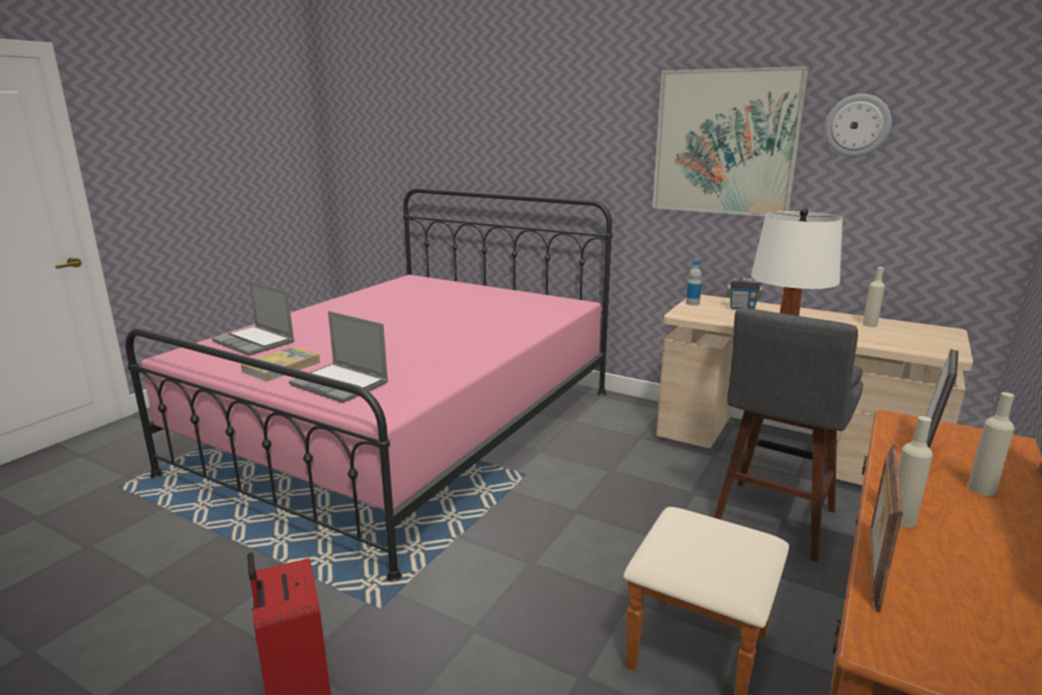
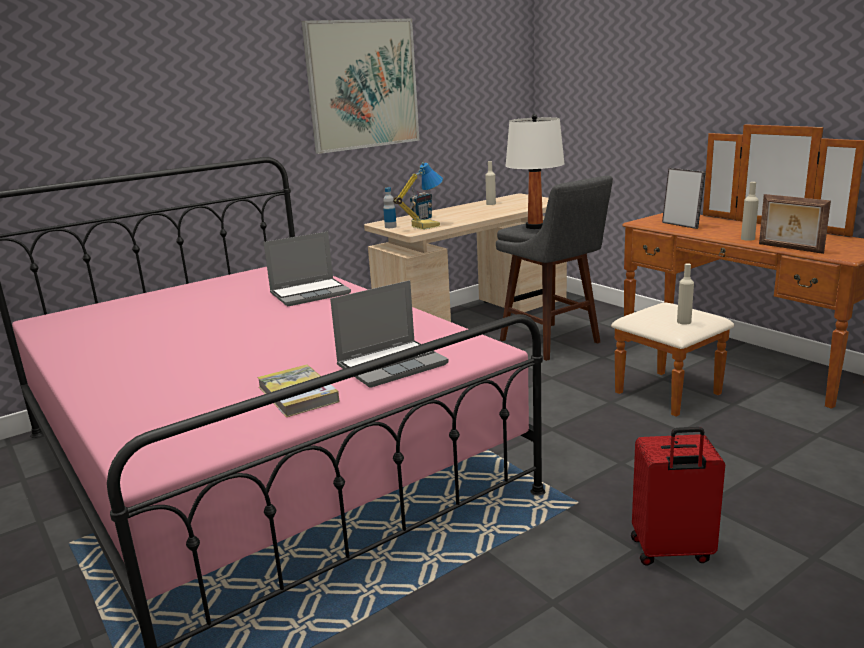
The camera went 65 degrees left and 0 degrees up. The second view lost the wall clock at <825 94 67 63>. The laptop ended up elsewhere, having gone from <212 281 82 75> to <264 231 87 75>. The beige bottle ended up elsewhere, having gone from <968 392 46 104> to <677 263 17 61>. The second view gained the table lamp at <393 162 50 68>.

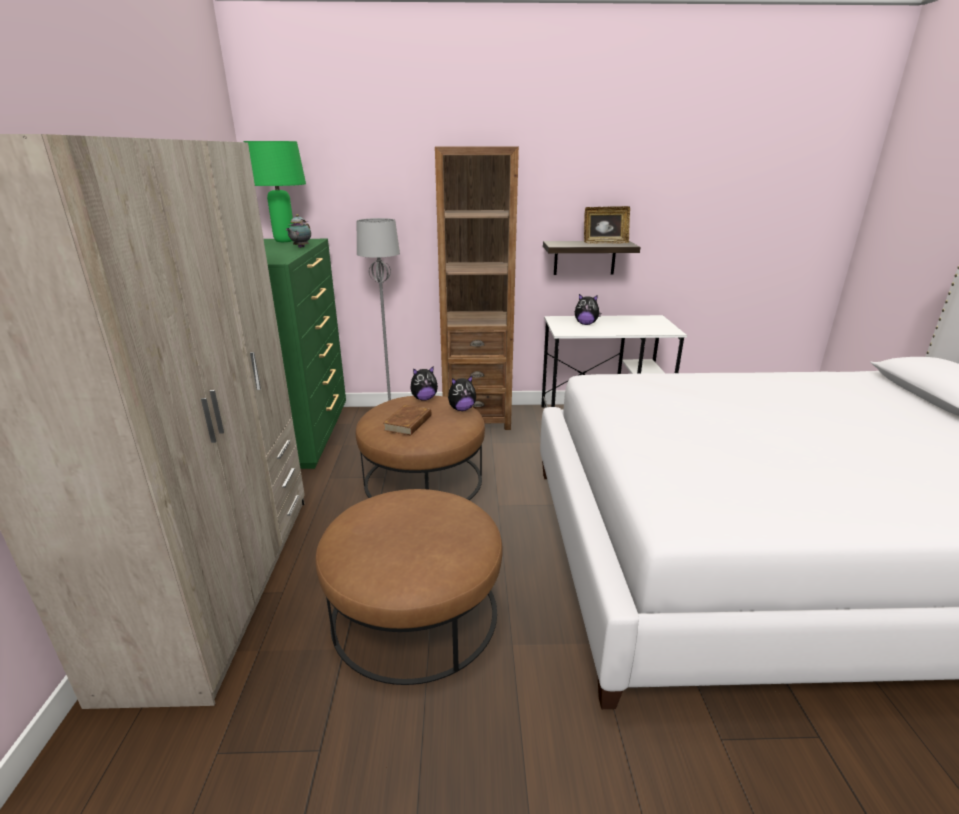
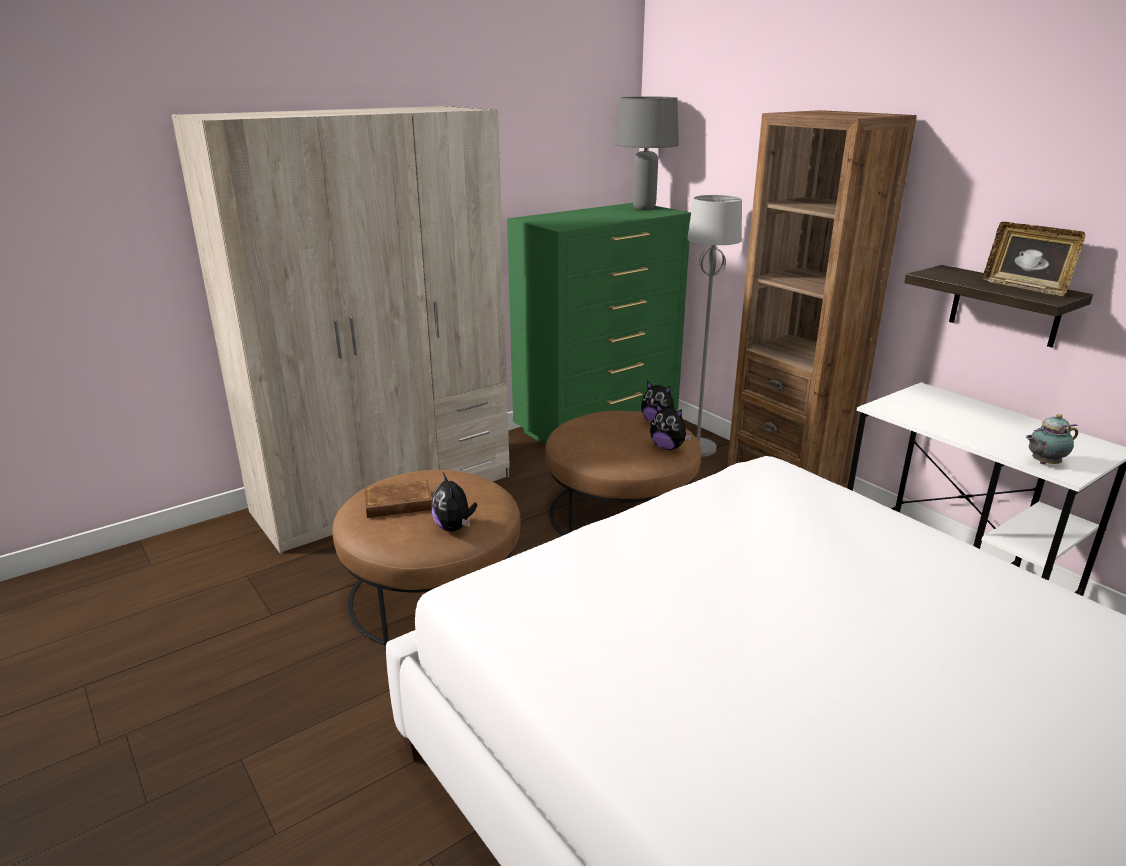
The camera went 55 degrees right and 0 degrees up. What was the green table lamp at <243 141 63 101> turned into the grey table lamp at <615 96 64 114>. The teapot ended up elsewhere, having gone from <286 214 25 34> to <1026 414 52 50>. The plush toy ended up elsewhere, having gone from <575 294 26 31> to <431 473 46 59>. The brown book ended up elsewhere, having gone from <383 405 48 31> to <365 480 67 38>.

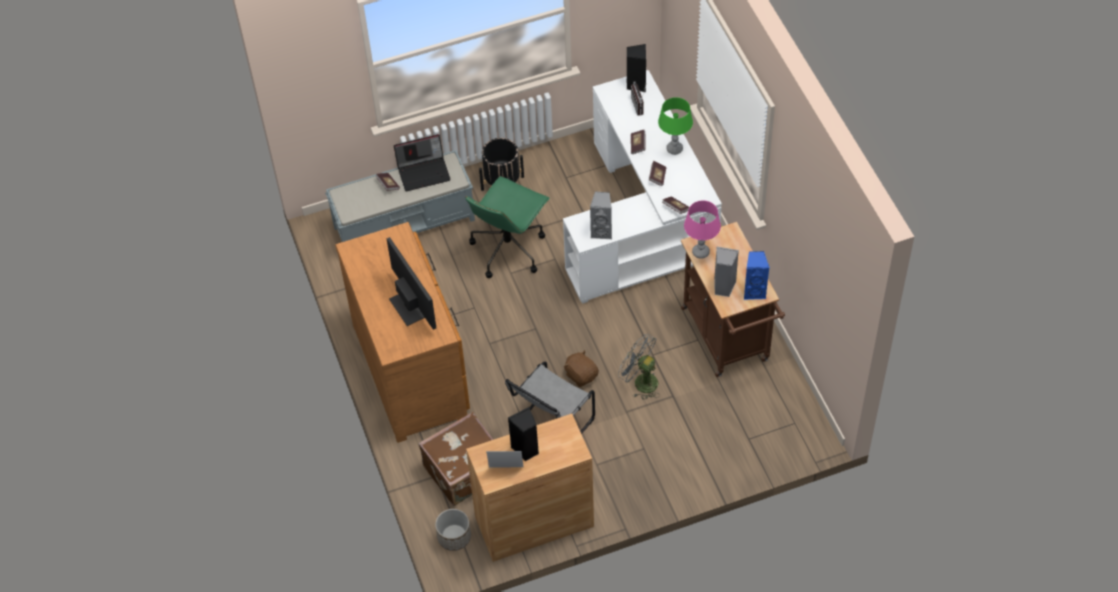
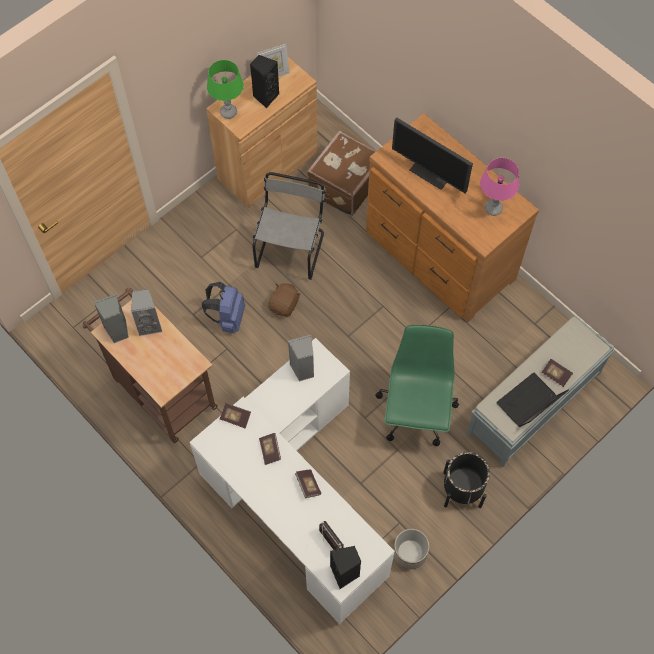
The camera went 155 degrees right and 10 degrees up. The green table lamp ended up elsewhere, having gone from <658 97 35 58> to <207 60 37 59>. The pink table lamp ended up elsewhere, having gone from <684 200 37 59> to <480 158 39 58>. What was the blue speaker at <744 251 26 49> turned into the grey speaker at <93 294 36 49>. Where the grey fan stood at <618 334 42 66>, the blue backpack came to stand at <202 282 43 51>. The brown plush toy at <564 350 35 37> ended up facing another way, 90 degrees counterclockwise from before. The planter ended up elsewhere, having gone from <435 509 36 42> to <393 529 36 40>.

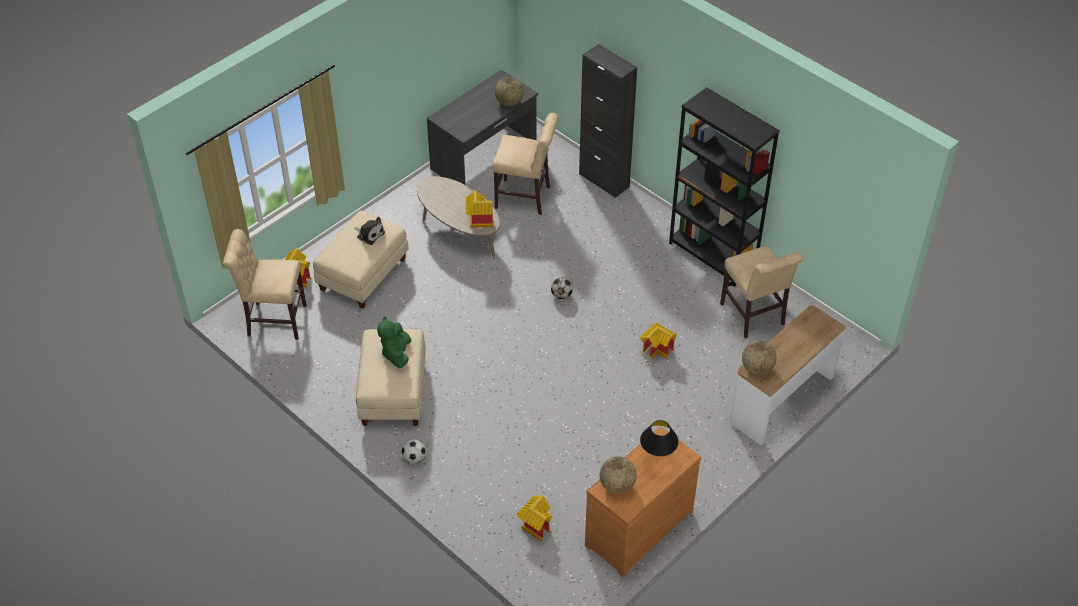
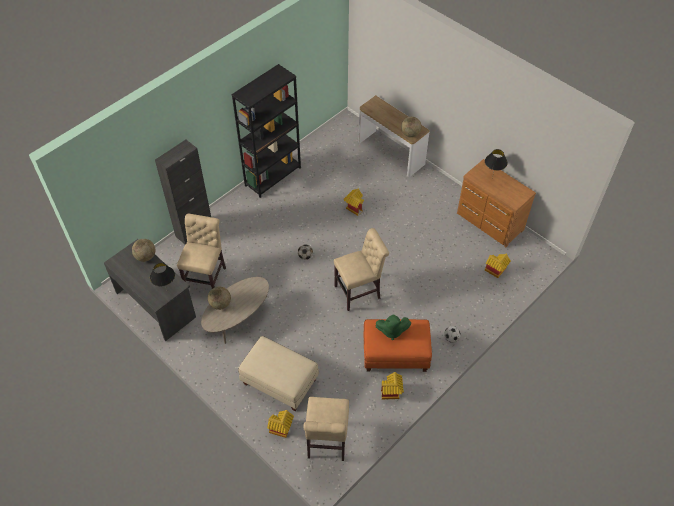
The camera went 90 degrees left and 5 degrees up. The toy house ended up elsewhere, having gone from <466 190 27 38> to <381 372 23 27>. The second view lost the plush toy at <354 217 31 28>. The beige chair ended up elsewhere, having gone from <720 245 83 94> to <334 228 55 83>. What was the beige ottoman at <356 329 70 97> turned into the orange ottoman at <364 319 68 53>. The globe ended up elsewhere, having gone from <600 456 37 38> to <208 286 23 24>. The second view gained the black table lamp at <150 263 25 26>.

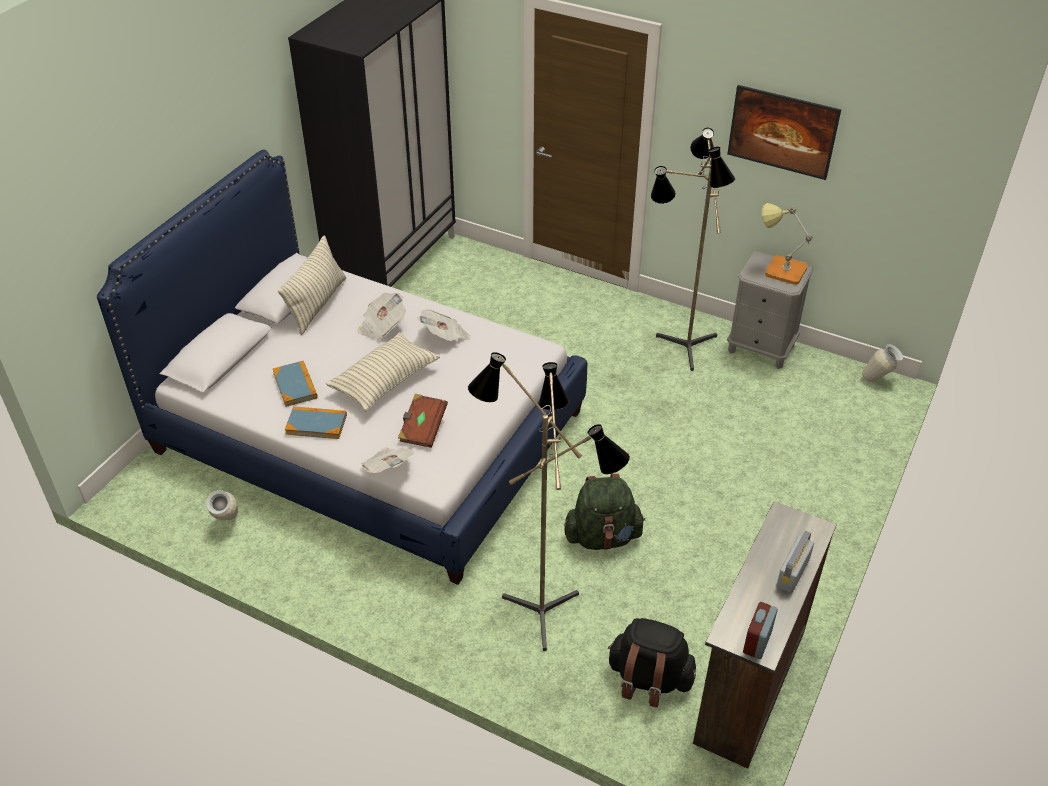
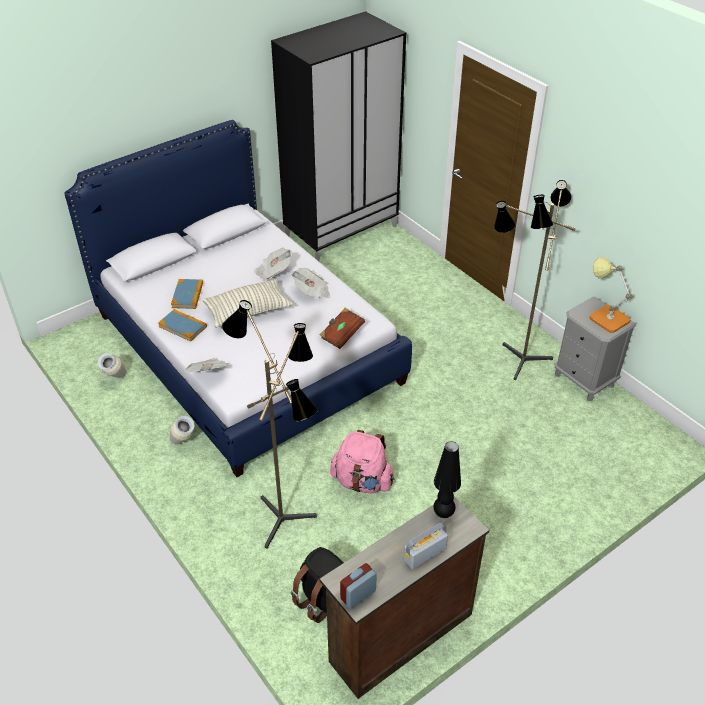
The camera went 25 degrees right and 0 degrees up. The second view lost the picture at <727 85 114 95>. The second view lost the pillow at <278 235 68 100>. The vase ended up elsewhere, having gone from <862 344 41 38> to <170 416 25 29>. The brown book ended up elsewhere, having gone from <398 394 50 54> to <320 308 45 41>. What was the green backpack at <564 474 82 76> turned into the pink backpack at <330 430 65 63>. The second view gained the black table lamp at <433 441 28 77>.

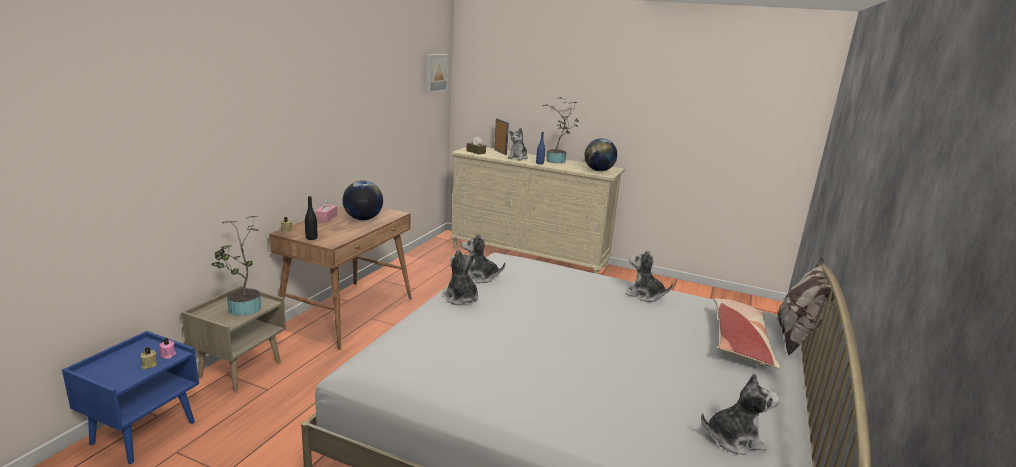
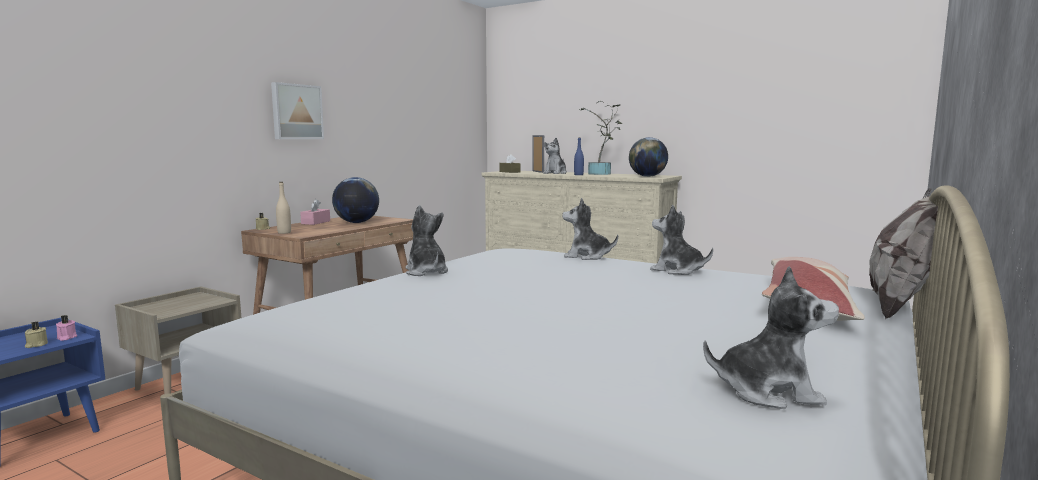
The camera went 10 degrees right and 10 degrees down. The picture ended up elsewhere, having gone from <426 54 22 39> to <271 82 53 57>. What was the black bottle at <305 196 12 44> turned into the beige bottle at <276 182 15 52>. The second view lost the potted plant at <211 216 50 100>. The plush toy ended up elsewhere, having gone from <461 233 44 50> to <562 198 56 62>.

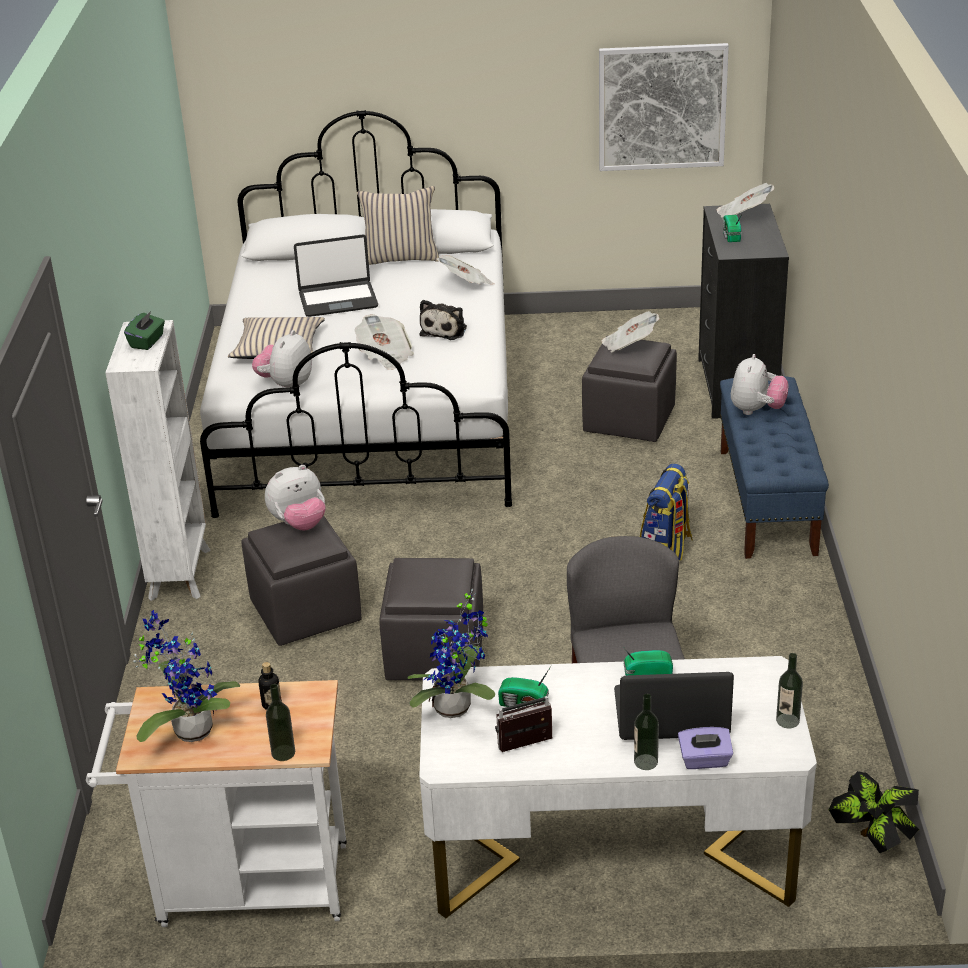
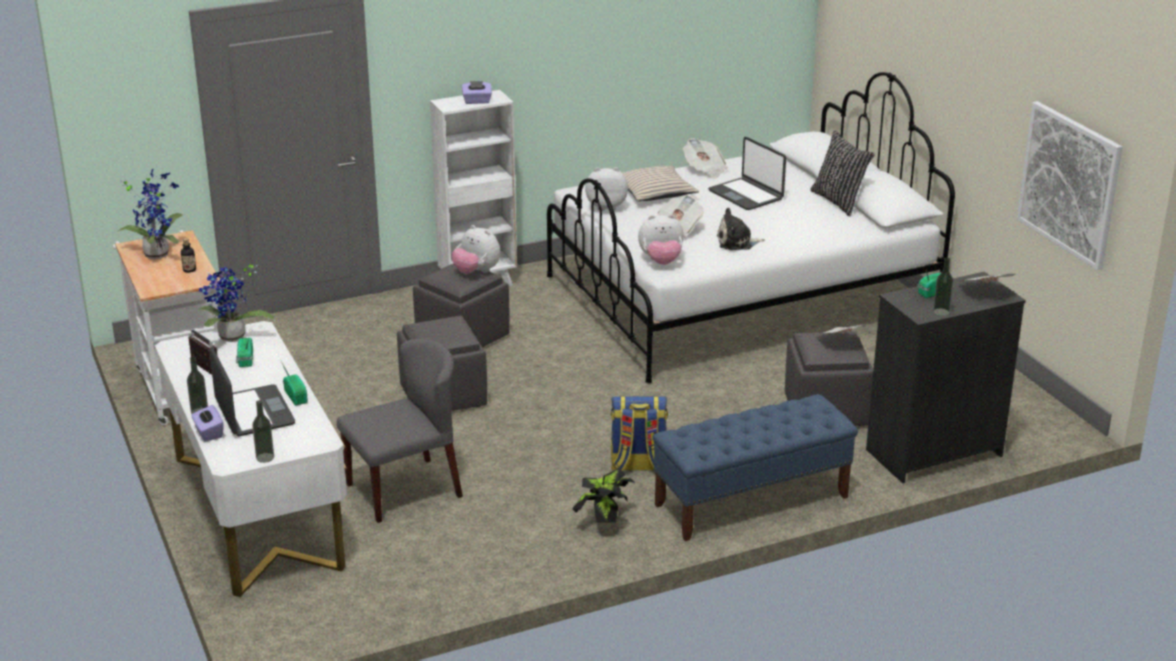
The camera went 65 degrees right and 5 degrees down. What was the beige pillow at <357 186 82 79> turned into the black pillow at <810 130 65 87>. The newspaper ended up elsewhere, having gone from <436 255 59 30> to <683 138 45 41>. What was the green tissue box at <124 311 41 39> turned into the purple tissue box at <462 81 30 23>. The plush toy ended up elsewhere, having gone from <731 354 58 61> to <638 214 46 51>. The bottle ended up elsewhere, having gone from <266 684 29 77> to <933 257 20 59>. The potted plant ended up elsewhere, having gone from <829 771 90 82> to <572 468 63 55>.

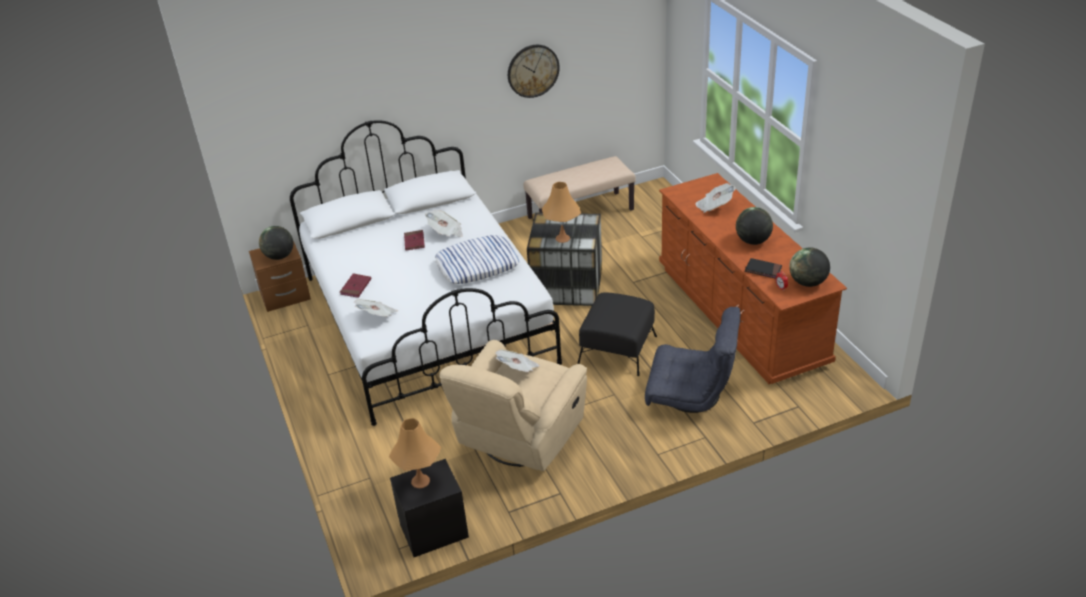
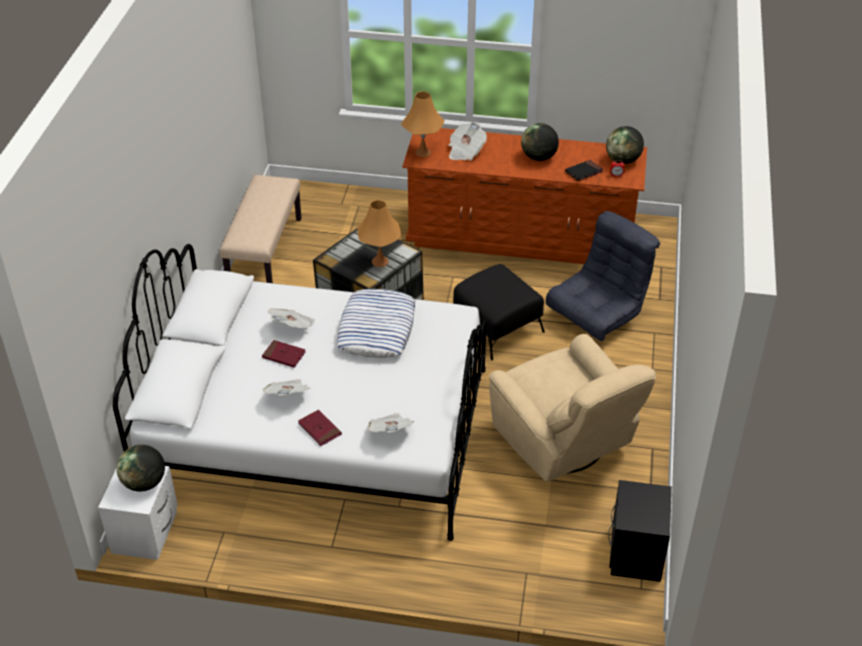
The camera went 60 degrees left and 5 degrees up. The second view lost the wall clock at <508 45 52 53>. What was the brown nightstand at <249 241 62 71> turned into the white nightstand at <98 466 80 94>. The newspaper ended up elsewhere, having gone from <495 349 45 23> to <262 379 48 16>. The orange table lamp ended up elsewhere, having gone from <389 418 52 70> to <401 91 43 66>.

